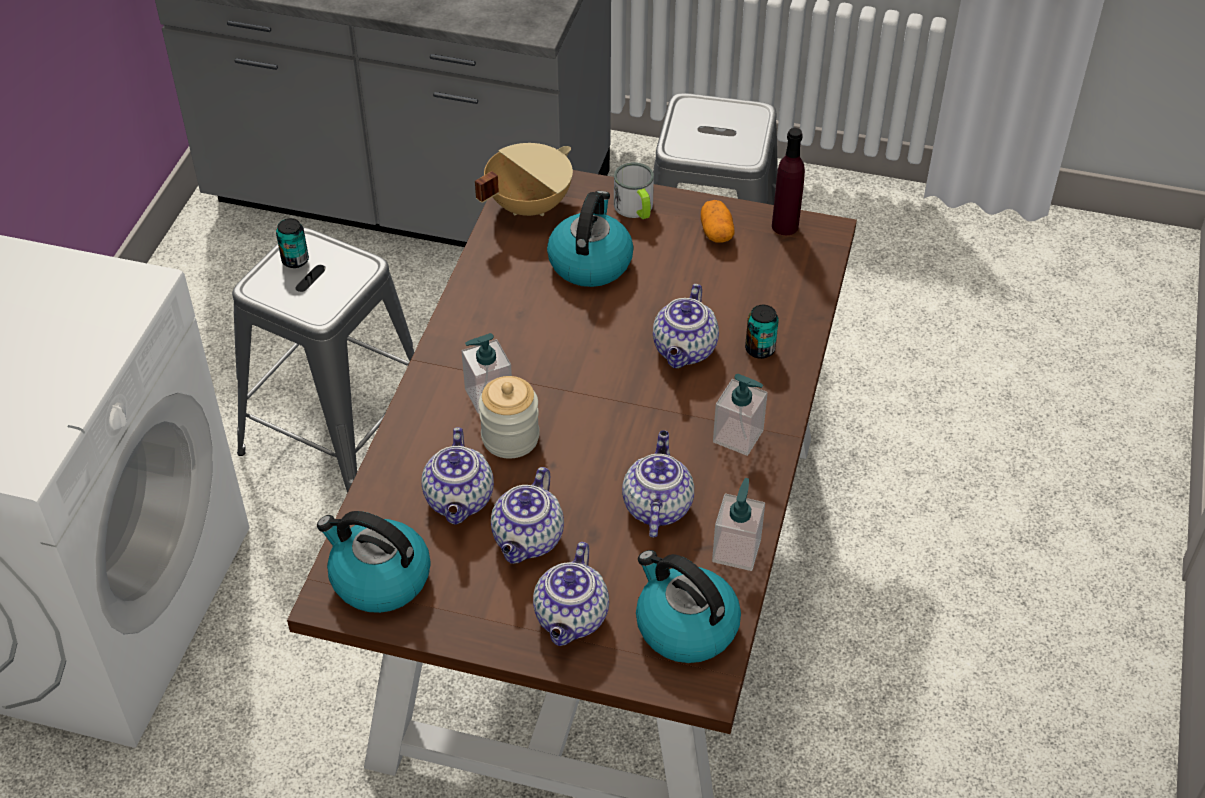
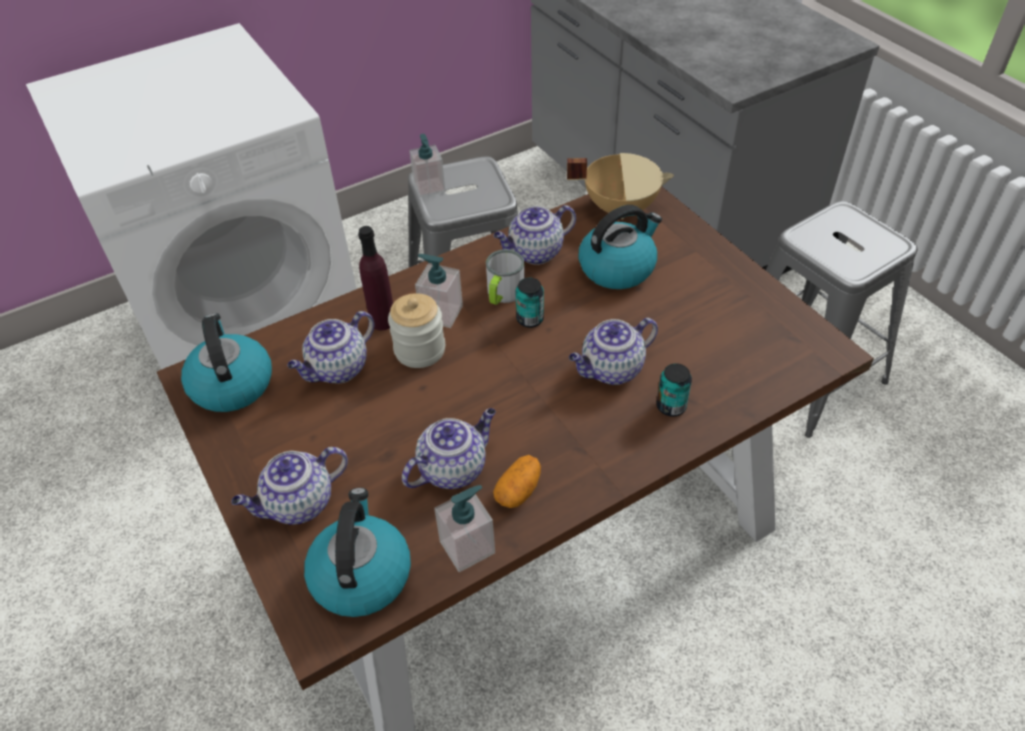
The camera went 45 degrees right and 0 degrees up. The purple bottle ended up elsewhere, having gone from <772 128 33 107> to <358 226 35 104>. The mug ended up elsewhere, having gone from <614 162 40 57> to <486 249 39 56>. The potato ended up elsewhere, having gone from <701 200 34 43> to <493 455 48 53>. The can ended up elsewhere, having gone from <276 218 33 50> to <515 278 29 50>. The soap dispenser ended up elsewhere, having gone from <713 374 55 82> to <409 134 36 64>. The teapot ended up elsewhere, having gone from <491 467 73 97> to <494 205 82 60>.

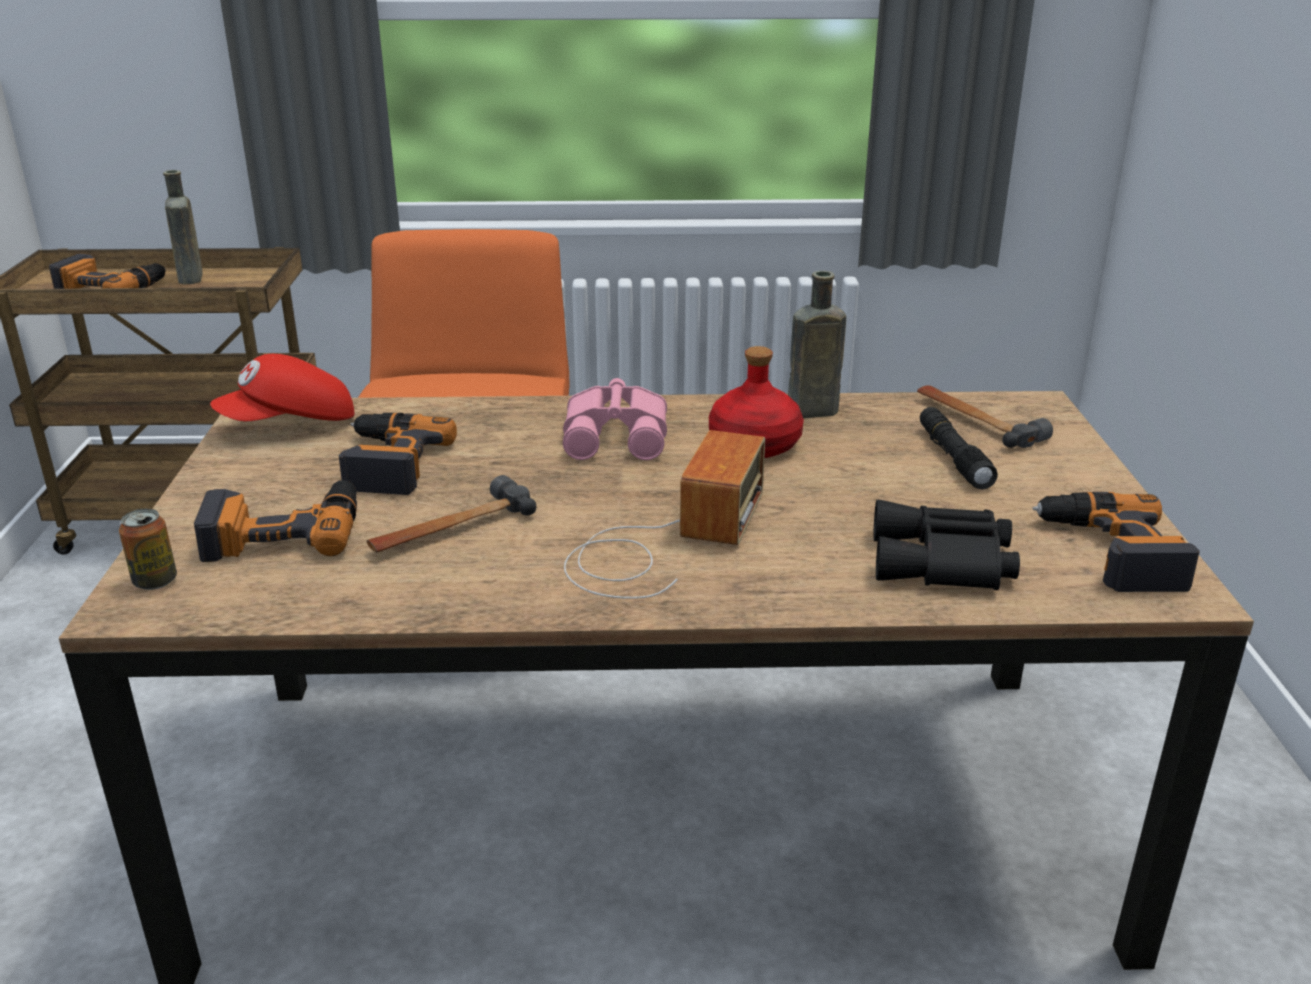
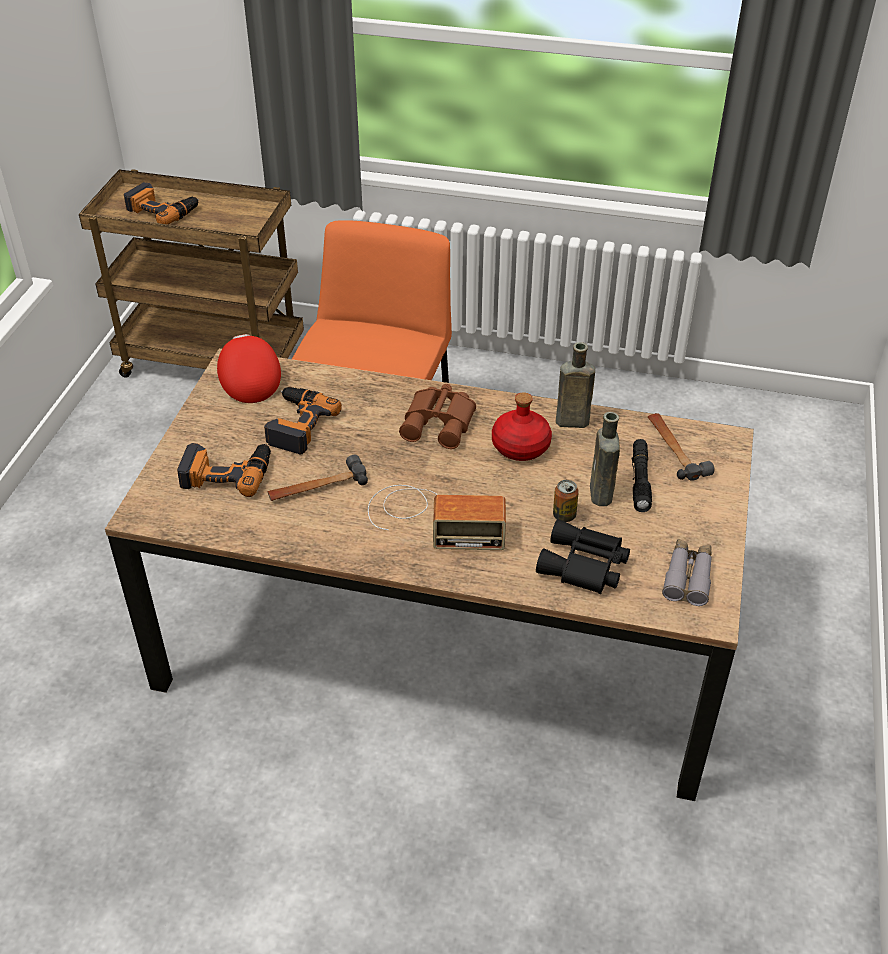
The camera went 15 degrees right and 15 degrees up. The brown bottle ended up elsewhere, having gone from <163 170 40 114> to <590 412 30 94>. The red cap at <210 354 145 67> ended up facing another way, 90 degrees clockwise from before. What was the pink binoculars at <563 378 104 82> turned into the brown binoculars at <399 384 77 65>. The radio at <564 430 201 169> ended up facing another way, 60 degrees clockwise from before. Where the power drill stood at <1032 492 168 100>, the grey binoculars came to stand at <662 539 50 67>. The can ended up elsewhere, having gone from <119 509 58 81> to <553 480 26 42>.

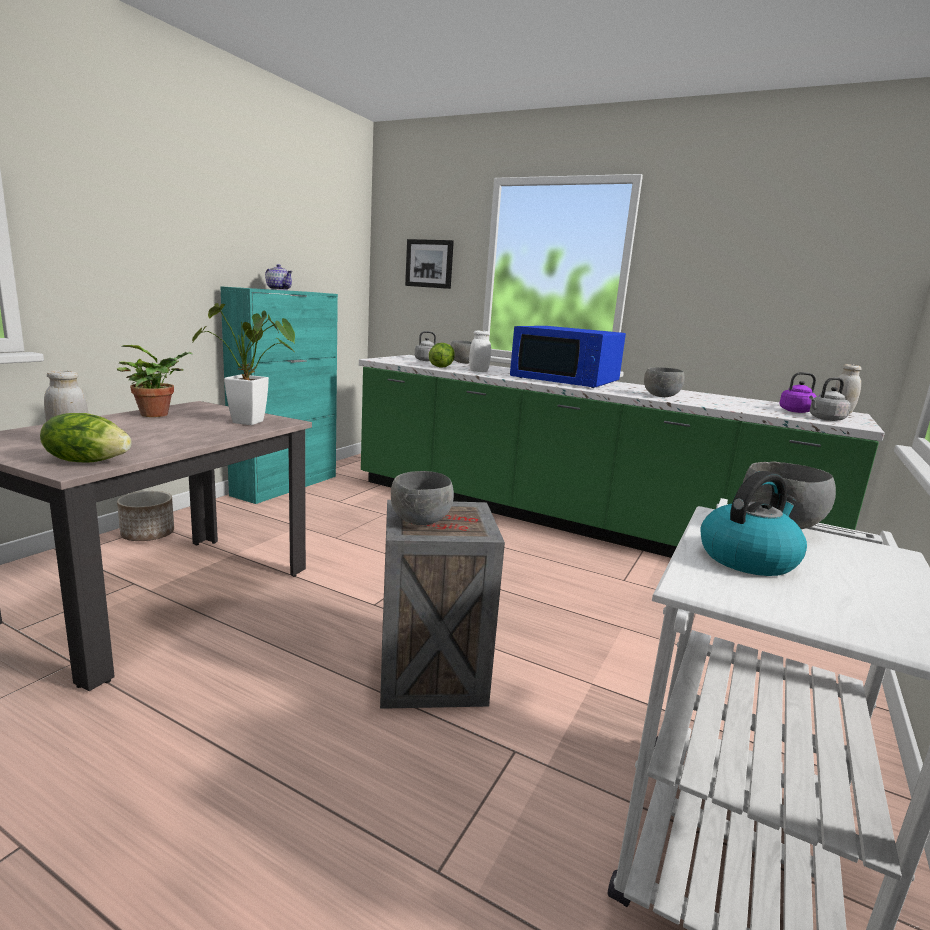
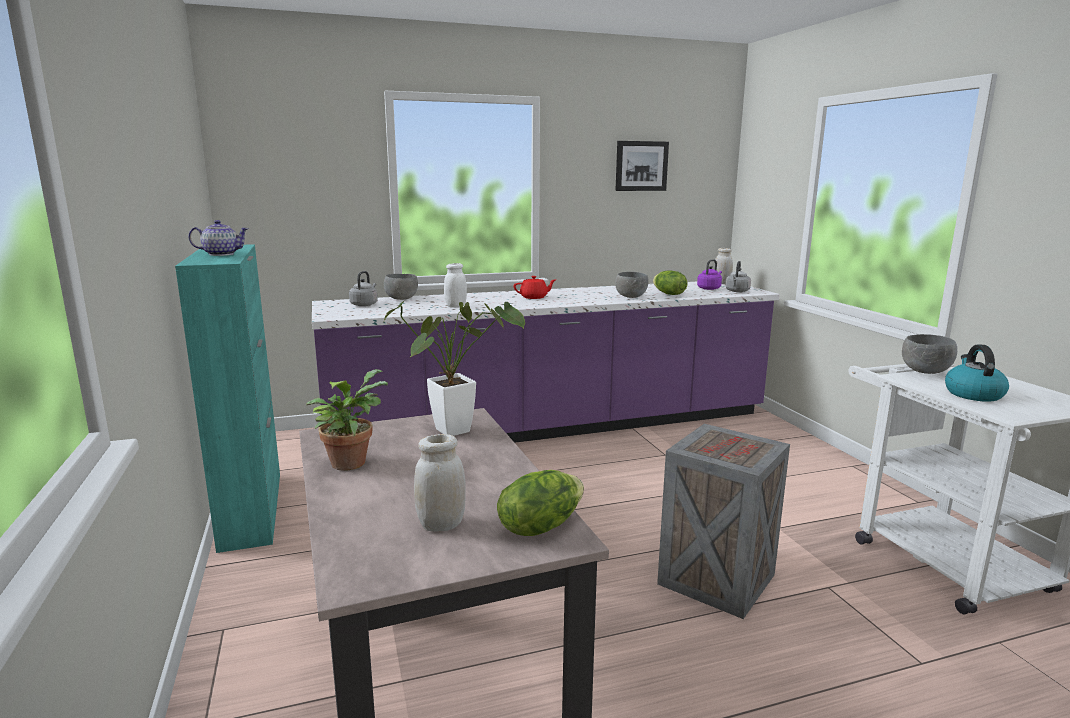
The camera went 45 degrees left and 0 degrees up. The picture ended up elsewhere, having gone from <405 239 49 50> to <615 141 54 50>. Where the blue microwave stood at <510 326 116 62>, the red teapot came to stand at <514 276 41 23>. The lettuce ended up elsewhere, having gone from <429 343 26 25> to <653 270 34 25>. What was the green counter at <359 355 526 203> turned into the purple counter at <312 282 468 161>. The second view lost the grey bowl at <391 471 63 54>. The second view lost the planter at <117 491 57 50>.

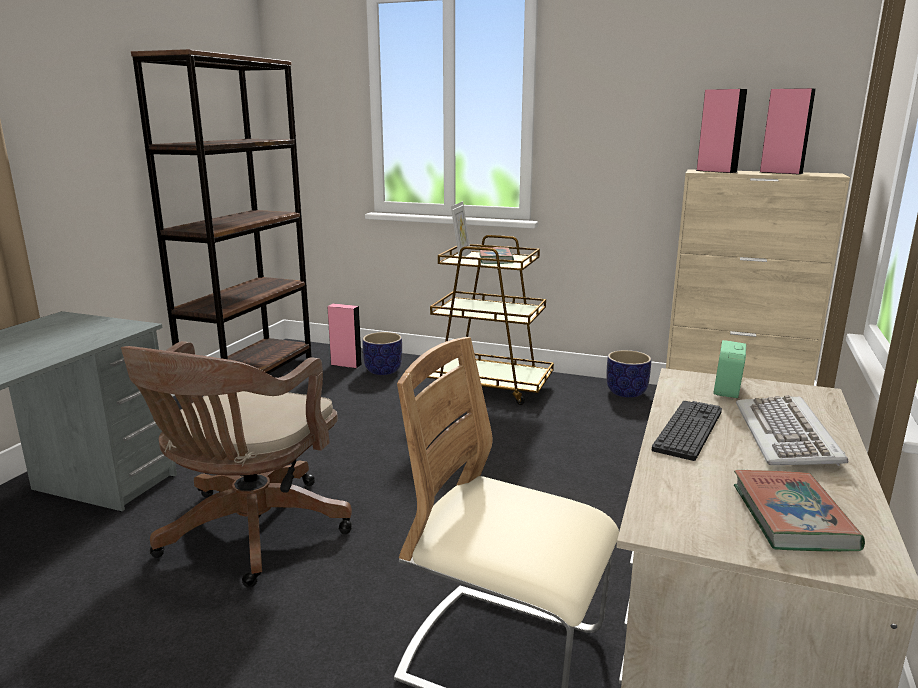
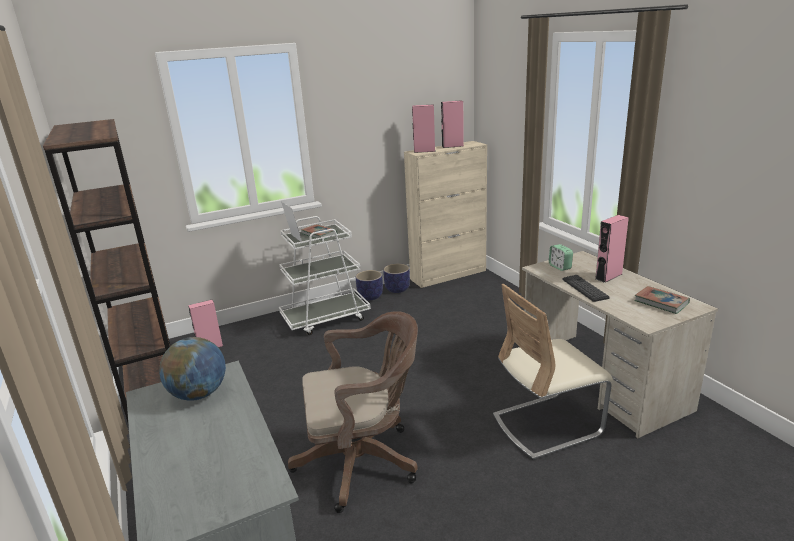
The camera went 45 degrees left and 5 degrees up. What was the brown cart at <427 235 127 170> turned into the white cart at <279 216 92 119>. The planter ended up elsewhere, having gone from <362 332 40 43> to <356 270 27 30>. The brown office chair at <121 341 231 247> ended up facing another way, 75 degrees counterclockwise from before. Where the keyboard stood at <736 395 112 71>, the pink speaker came to stand at <595 215 34 68>. The second view gained the globe at <159 337 67 64>.

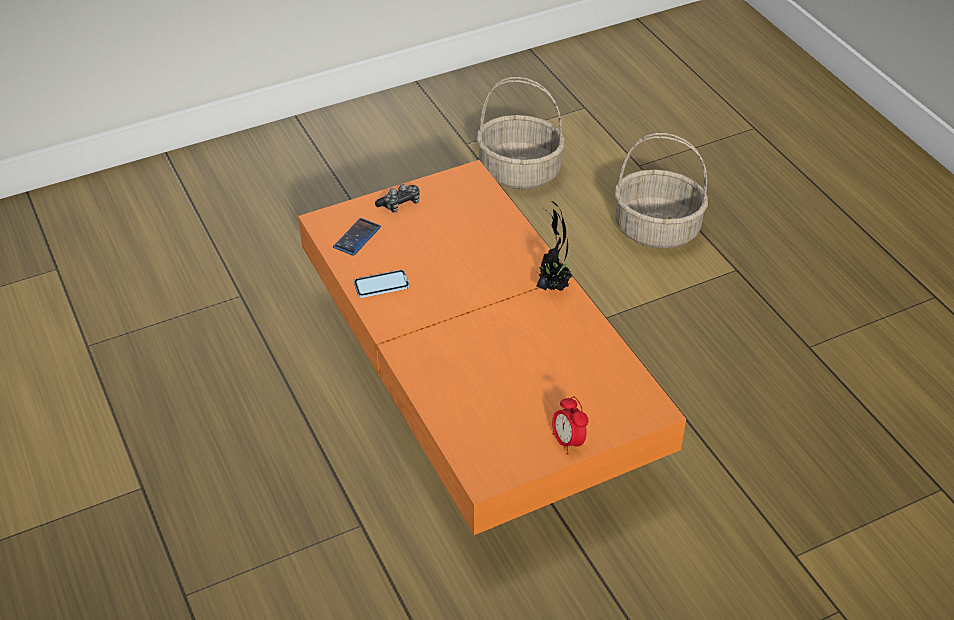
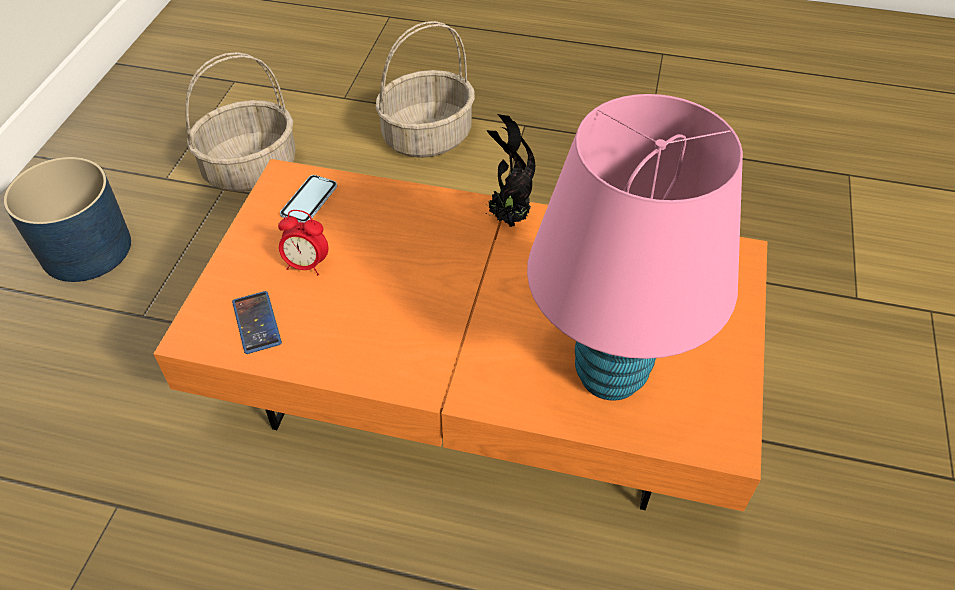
The camera went 50 degrees left and 5 degrees up. The second view lost the game controller at <375 184 45 29>. The phone ended up elsewhere, having gone from <354 270 56 28> to <280 175 57 48>. The alarm clock ended up elsewhere, having gone from <552 396 36 59> to <278 210 50 65>. The second view gained the pink table lamp at <527 94 216 307>. The second view gained the blue planter at <4 157 127 125>.

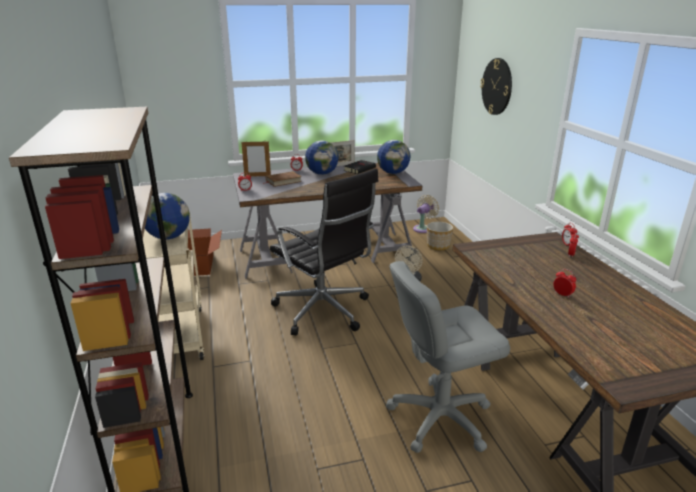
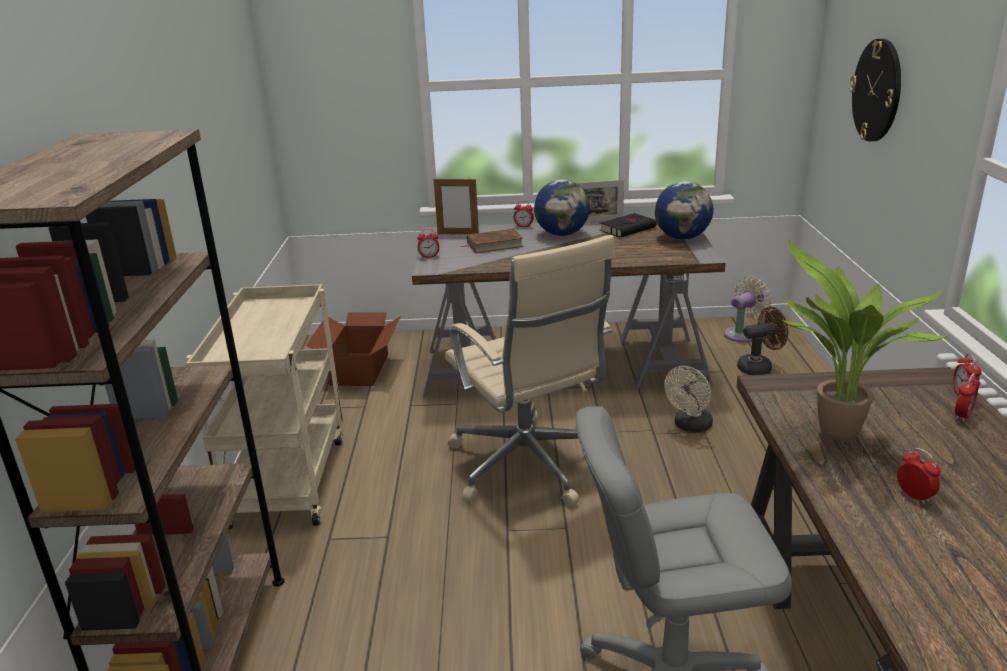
The camera went 15 degrees right and 0 degrees up. What was the black office chair at <270 169 109 166> turned into the beige office chair at <445 235 170 271>. The second view lost the globe at <145 193 45 47>. Where the planter stood at <427 222 26 28>, the brown fan came to stand at <737 307 51 68>. The second view gained the potted plant at <778 240 171 201>.

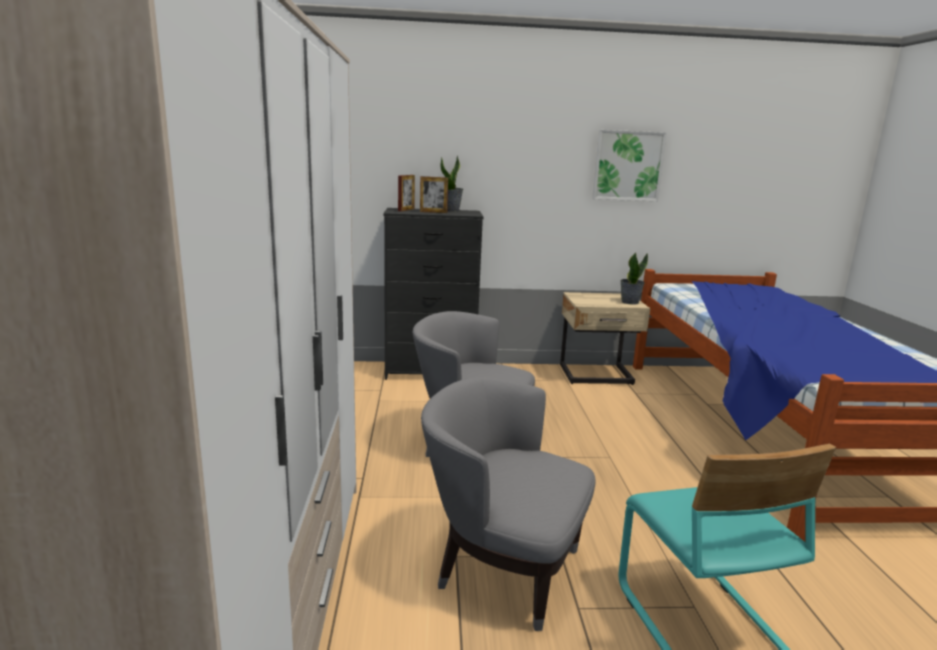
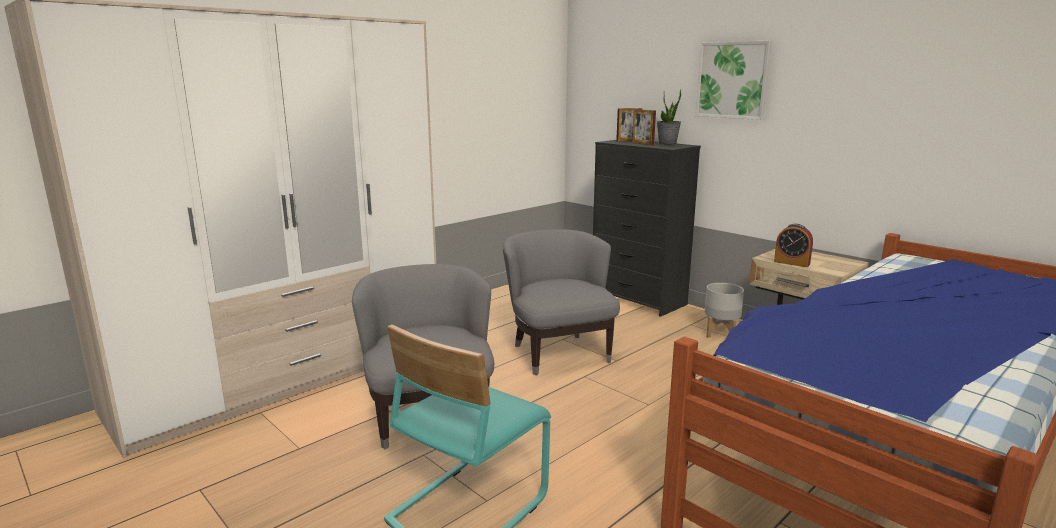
The camera went 50 degrees right and 0 degrees up. The picture ended up elsewhere, having gone from <592 130 75 71> to <695 41 77 79>. The second view lost the potted plant at <620 252 28 53>. The second view gained the alarm clock at <774 224 39 43>. The second view gained the grey planter at <705 283 39 55>.

